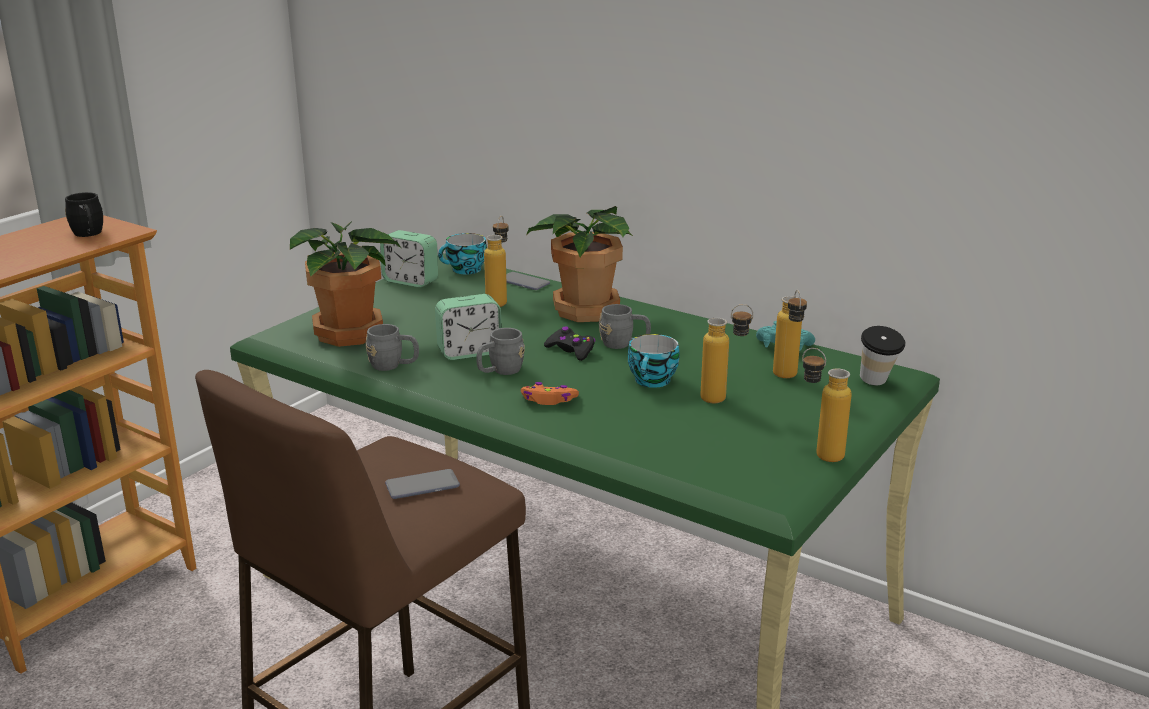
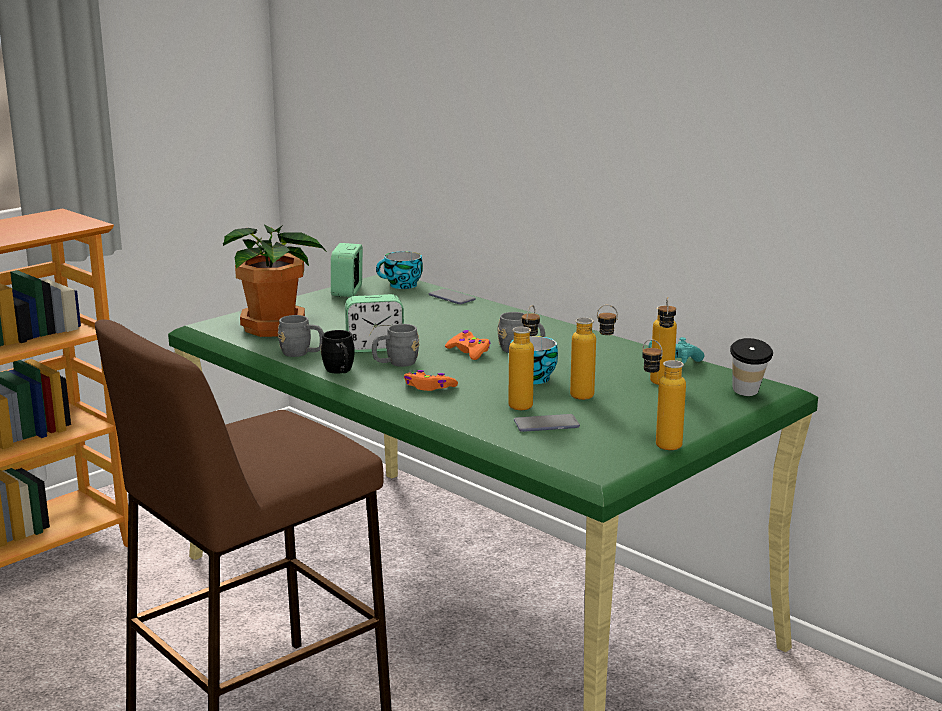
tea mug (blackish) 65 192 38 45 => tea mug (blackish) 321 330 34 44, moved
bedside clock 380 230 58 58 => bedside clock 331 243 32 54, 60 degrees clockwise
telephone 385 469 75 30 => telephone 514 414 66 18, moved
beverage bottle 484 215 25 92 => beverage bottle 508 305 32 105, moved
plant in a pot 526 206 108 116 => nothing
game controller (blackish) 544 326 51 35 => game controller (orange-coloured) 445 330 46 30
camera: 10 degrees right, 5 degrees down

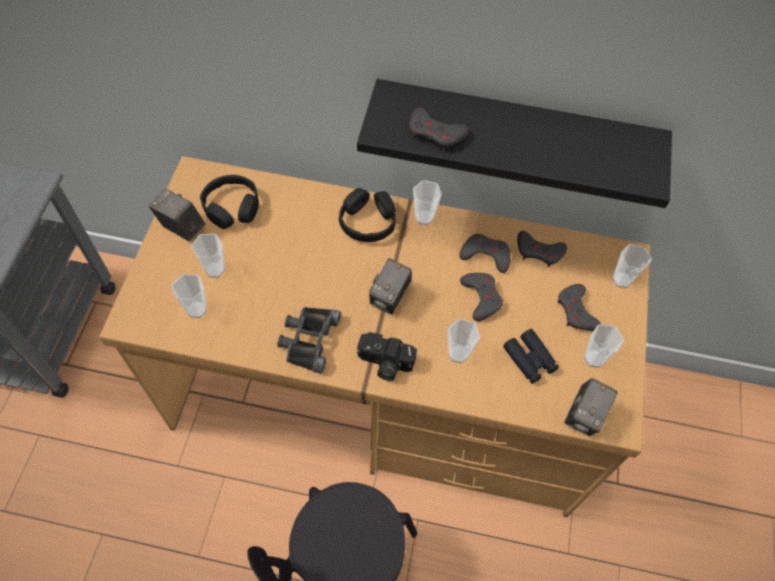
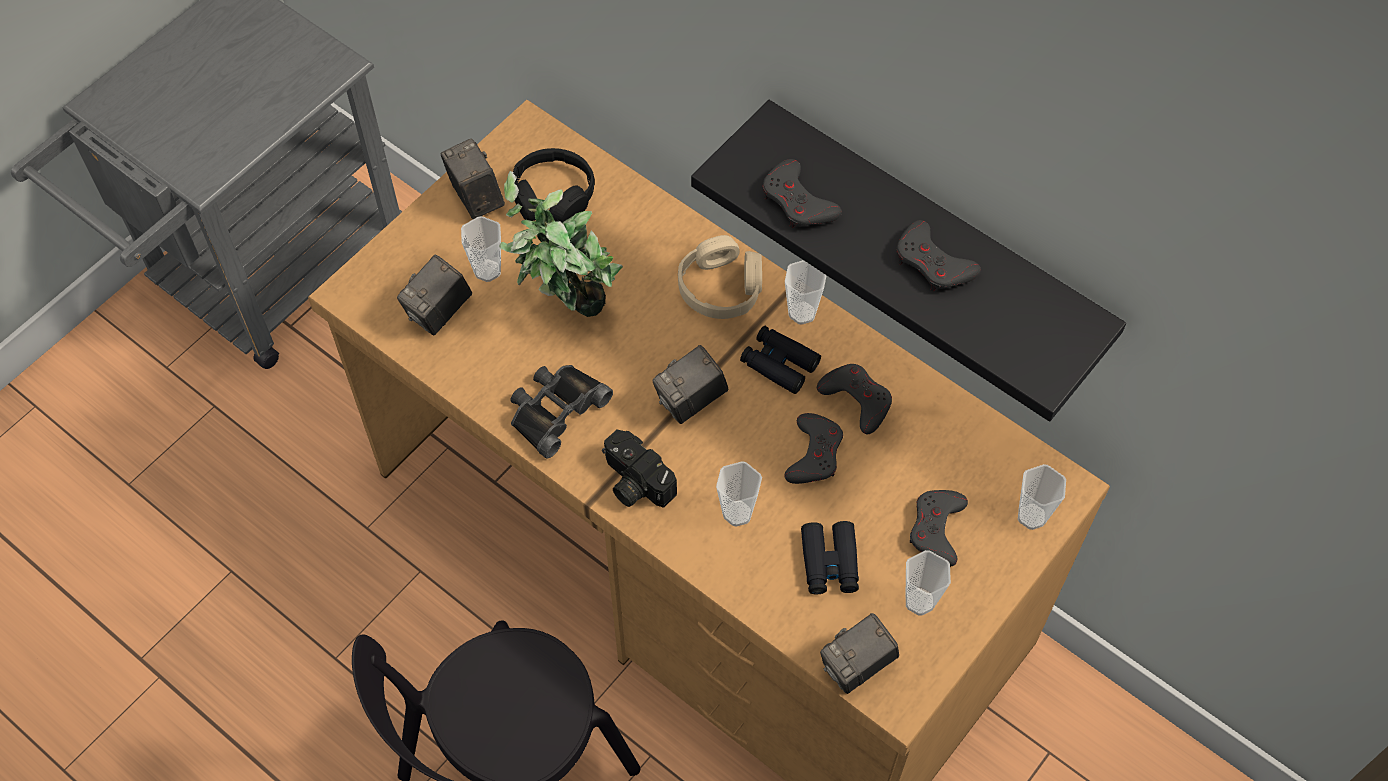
cup 171 274 36 44 => photo camera 397 255 75 80
headset (blackish) 339 188 57 54 => headset (sand-coloured) 678 235 84 84
game controller (grey) 517 231 50 36 => game controller (grey) 897 220 84 71, moved
nothing => plant in a pot 499 171 124 146
nothing => field glasses (blackish) 740 326 81 68
camera: 30 degrees right, 0 degrees up

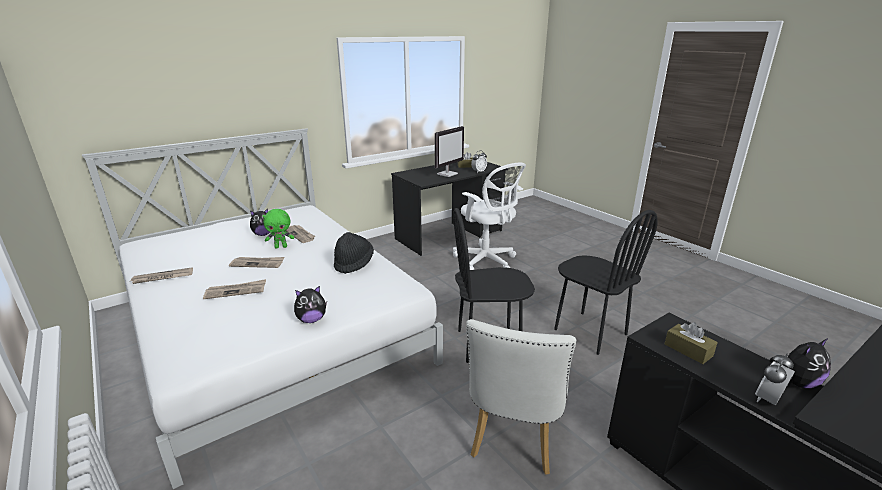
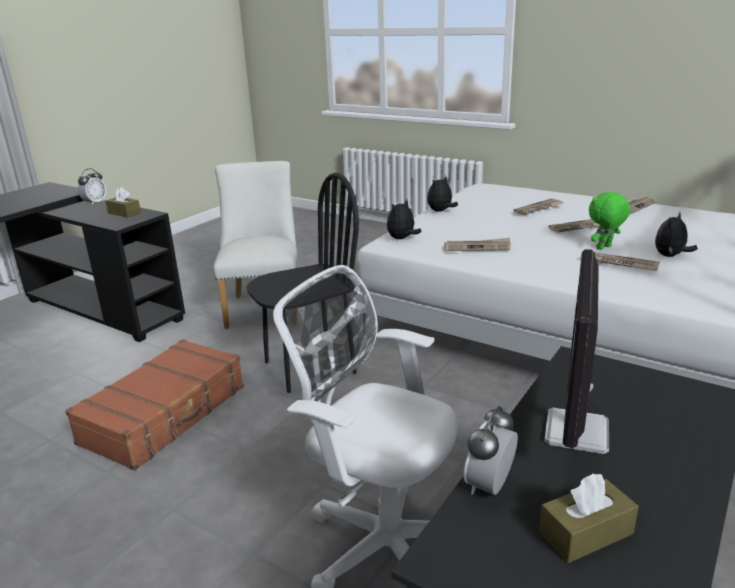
hat (blackish) 334 232 40 42 => printed paper 444 238 67 13
chair (blackish) 554 210 104 145 => piece of luggage (brownish) 65 339 179 131
plush toy 769 338 62 50 => plush toy 387 199 35 40, moved
camera: 160 degrees right, 0 degrees up

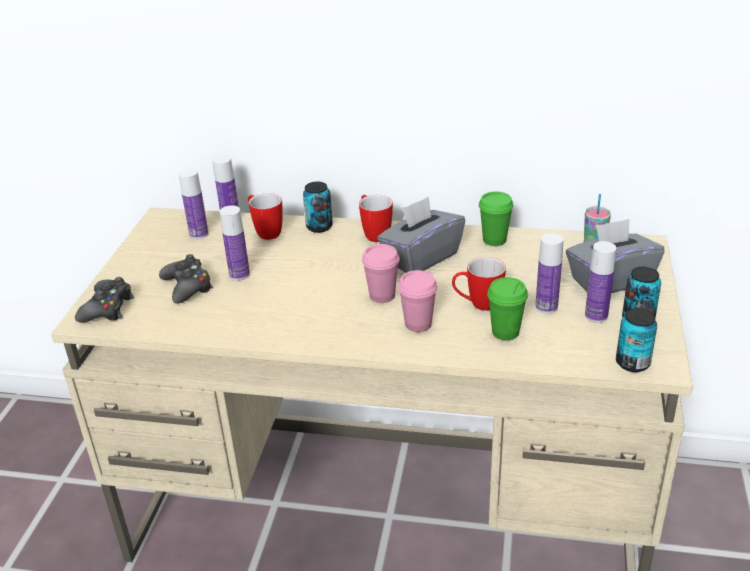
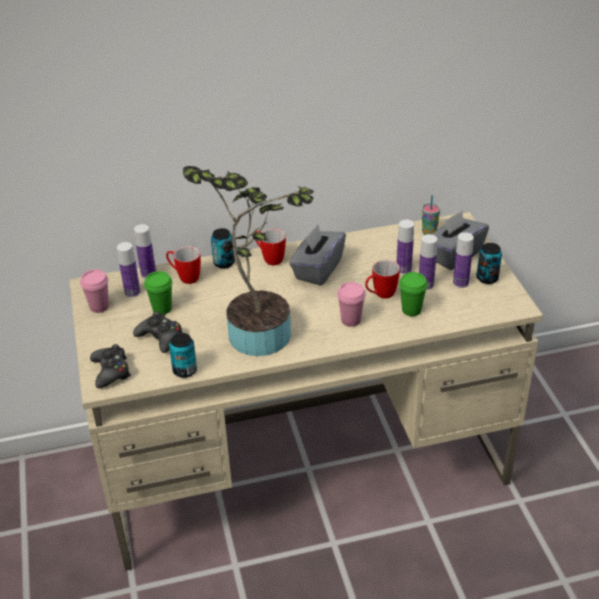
beverage bottle 220 205 30 76 => beverage bottle 397 220 17 54, moved
cup (pink) 362 244 38 59 => cup (pink) 80 269 29 44, moved
cup (green-coloured) 479 192 35 54 => cup (green-coloured) 144 271 29 44, moved
sealed can 616 308 41 64 => sealed can 169 333 28 45, moved
nothing => plant in a pot 183 166 131 190
camera: 25 degrees left, 5 degrees up

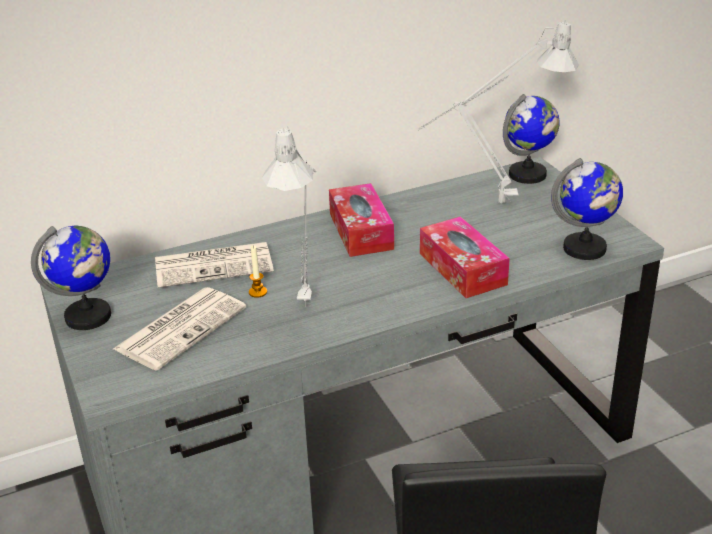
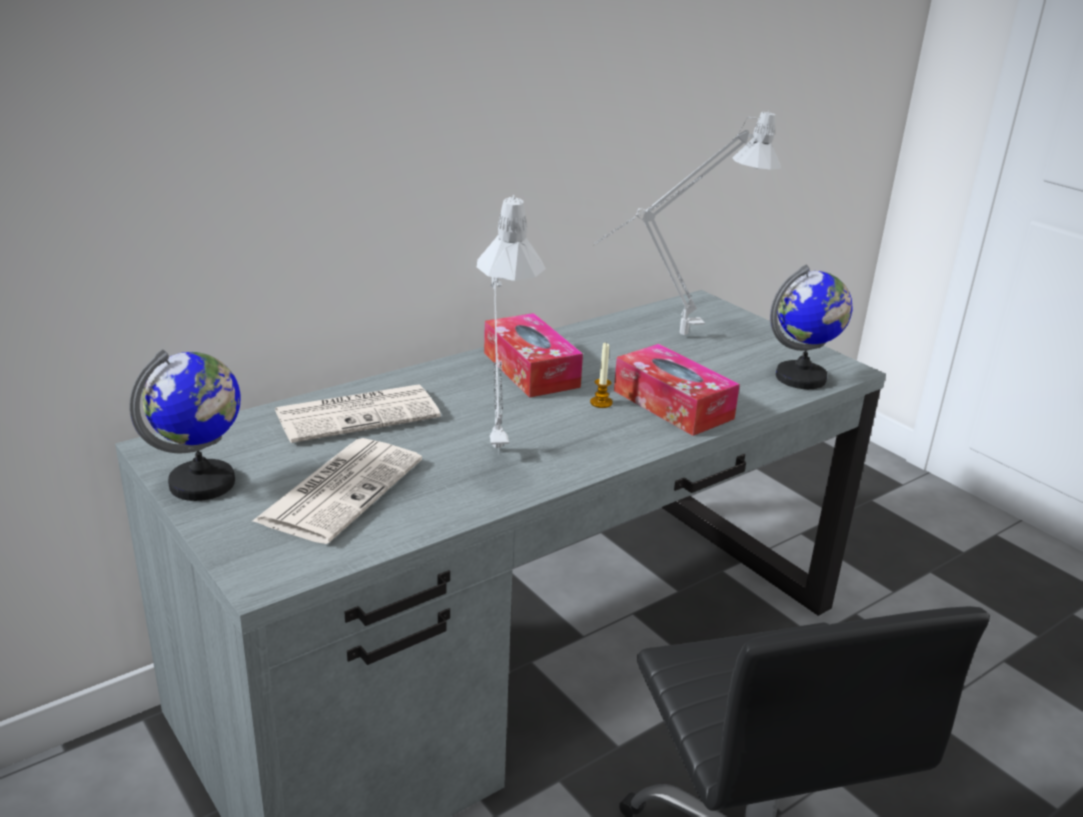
wax light 249 245 18 53 => wax light 590 342 23 66, moved
globe 503 94 57 90 => nothing
camera: 15 degrees left, 5 degrees down

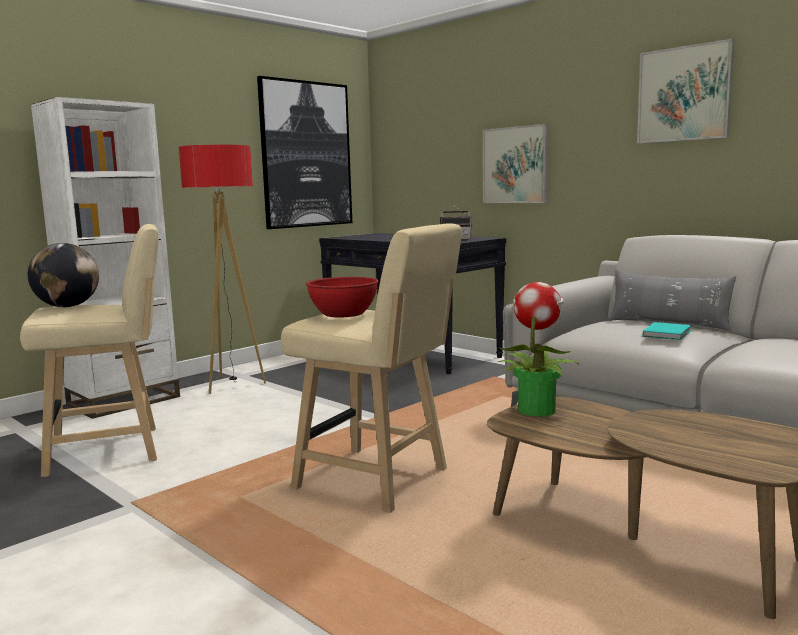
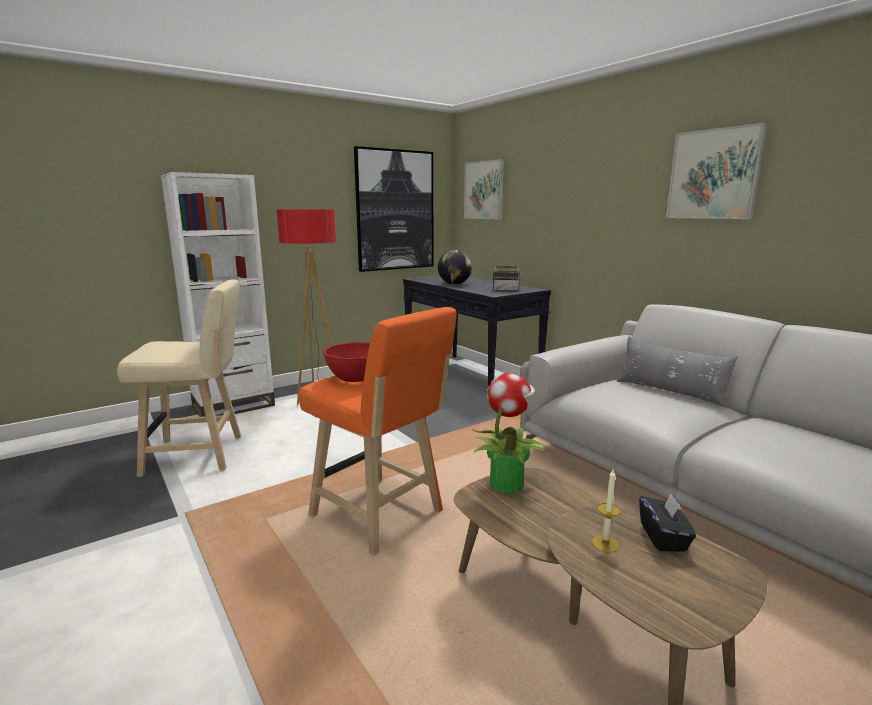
globe 28 243 71 64 => globe 438 250 34 35, moved
stool seat (sand-coloured) 281 223 181 290 => stool seat (orange-coloured) 299 307 158 249
wall art 483 124 65 79 => wall art 464 159 40 60, moved
volume (turquoise) 643 322 48 18 => nothing
nothing => wax light 592 470 29 83
nothing => box of tissues (blackish) 639 493 57 59
camera: 10 degrees right, 5 degrees up

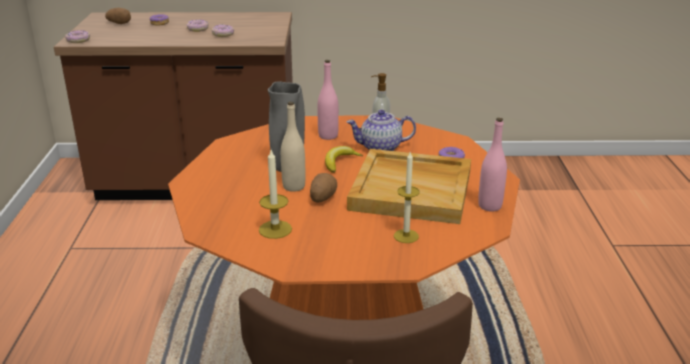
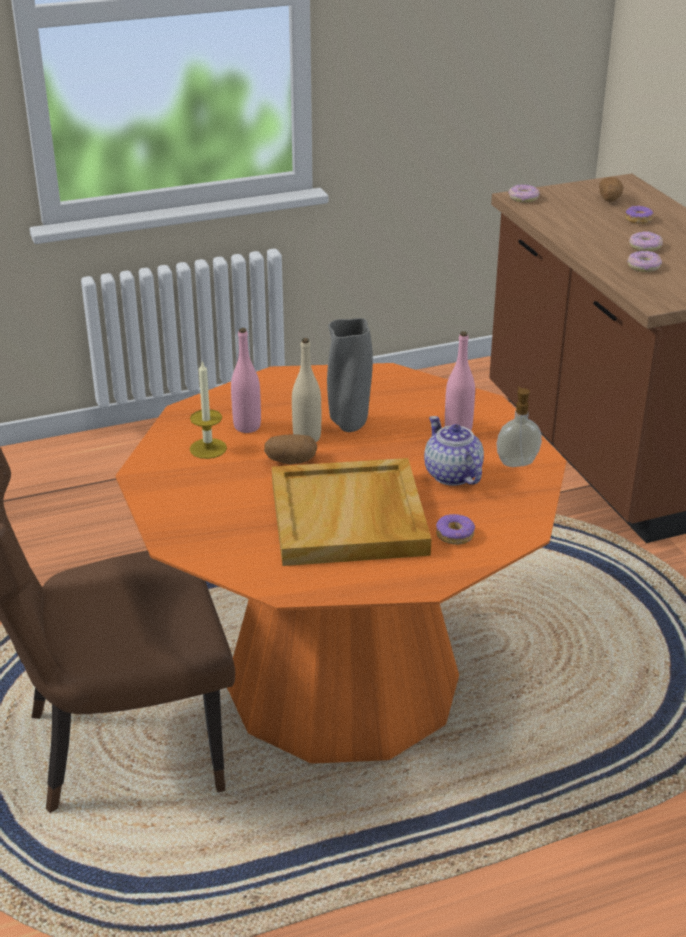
banana fruit 325 146 38 27 => nothing
wax light 394 152 25 91 => nothing
beverage bottle (pink) 478 118 29 93 => beverage bottle (pink) 231 328 30 105, moved
camera: 70 degrees right, 5 degrees up

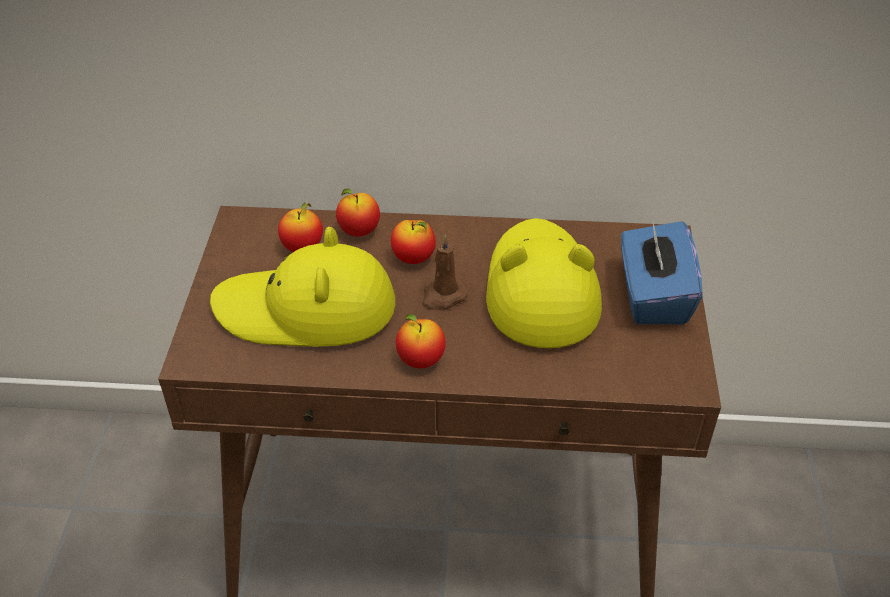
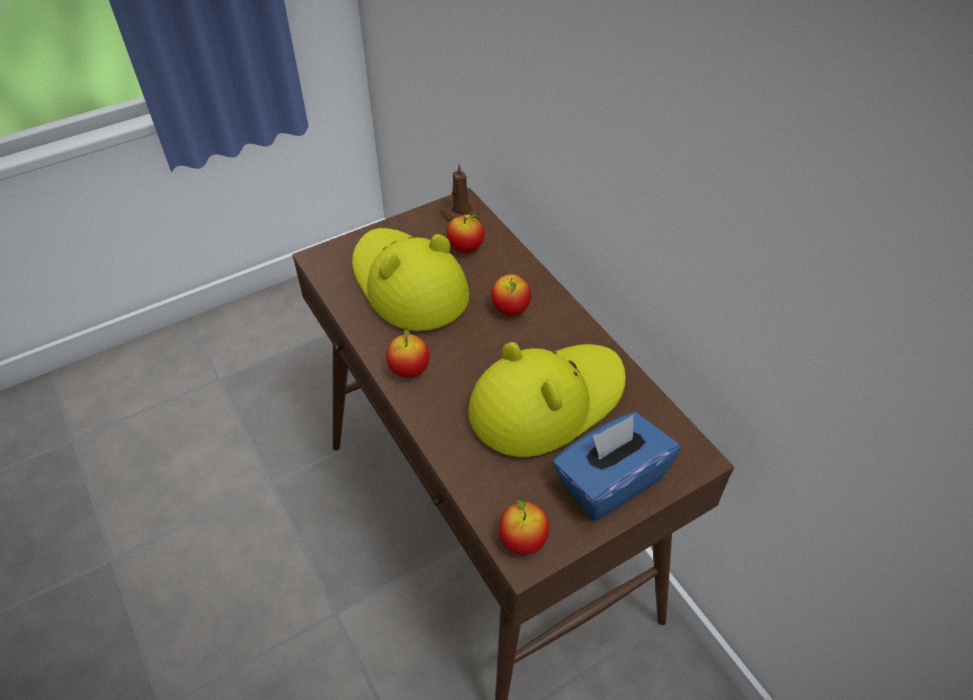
whole apple 336 188 44 49 => whole apple 499 498 50 56, moved
wax light (brownish) 422 234 46 76 => wax light (brownish) 441 163 38 59, moved
camera: 55 degrees right, 5 degrees up

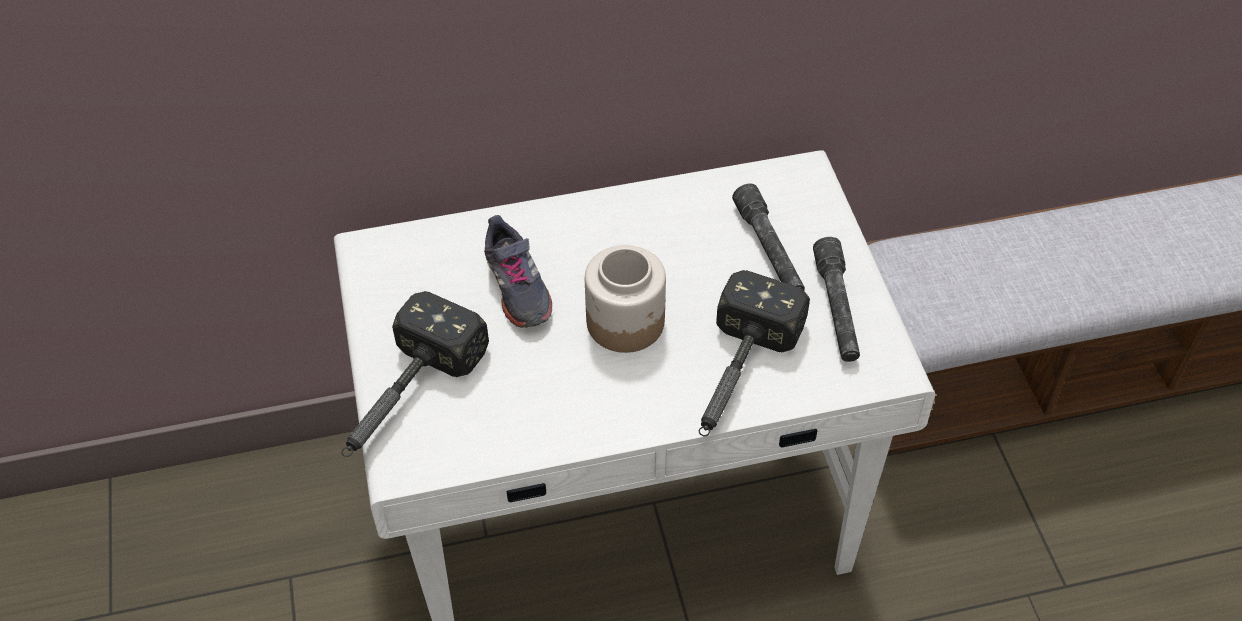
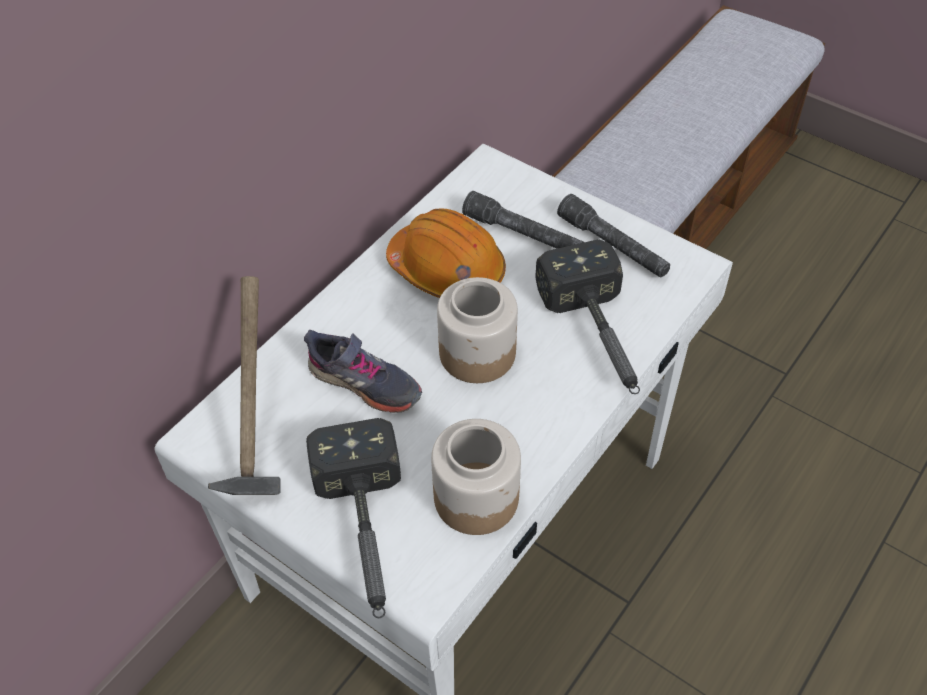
nothing => hammer 208 276 73 219
nothing => work helmet (orange-coloured) 386 208 120 90
nothing => preserve jar 431 419 90 116
camera: 40 degrees left, 0 degrees up

